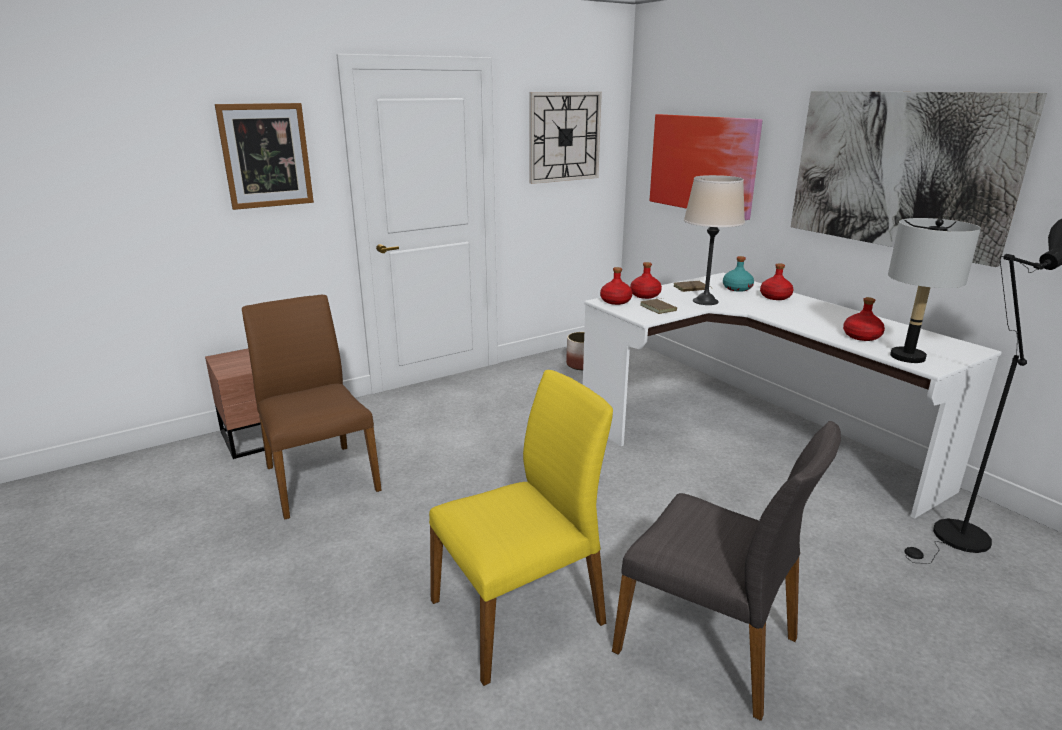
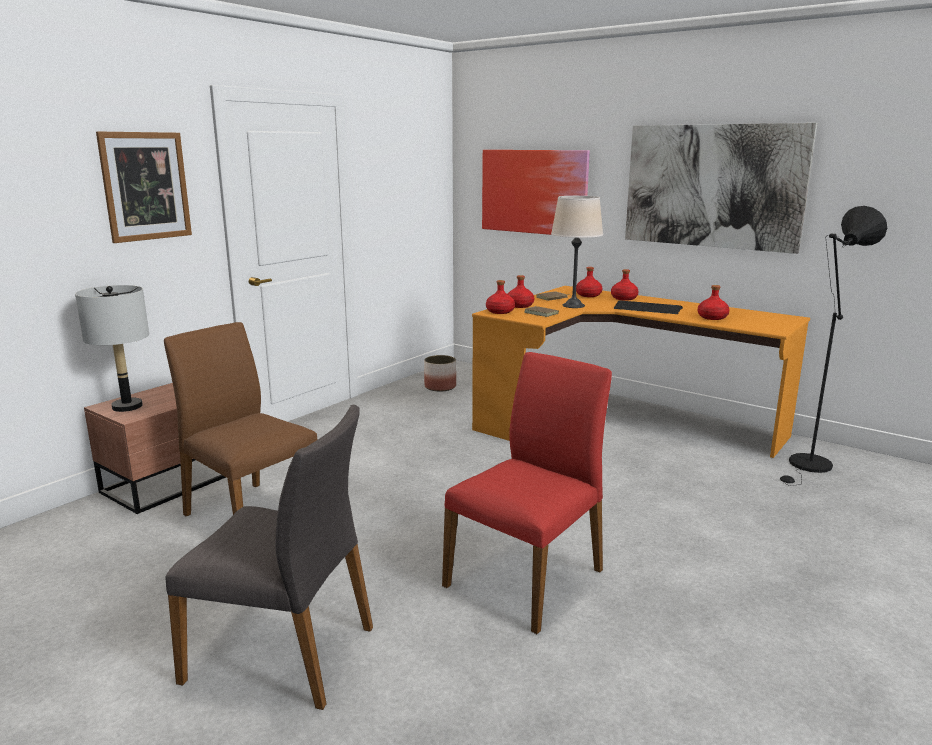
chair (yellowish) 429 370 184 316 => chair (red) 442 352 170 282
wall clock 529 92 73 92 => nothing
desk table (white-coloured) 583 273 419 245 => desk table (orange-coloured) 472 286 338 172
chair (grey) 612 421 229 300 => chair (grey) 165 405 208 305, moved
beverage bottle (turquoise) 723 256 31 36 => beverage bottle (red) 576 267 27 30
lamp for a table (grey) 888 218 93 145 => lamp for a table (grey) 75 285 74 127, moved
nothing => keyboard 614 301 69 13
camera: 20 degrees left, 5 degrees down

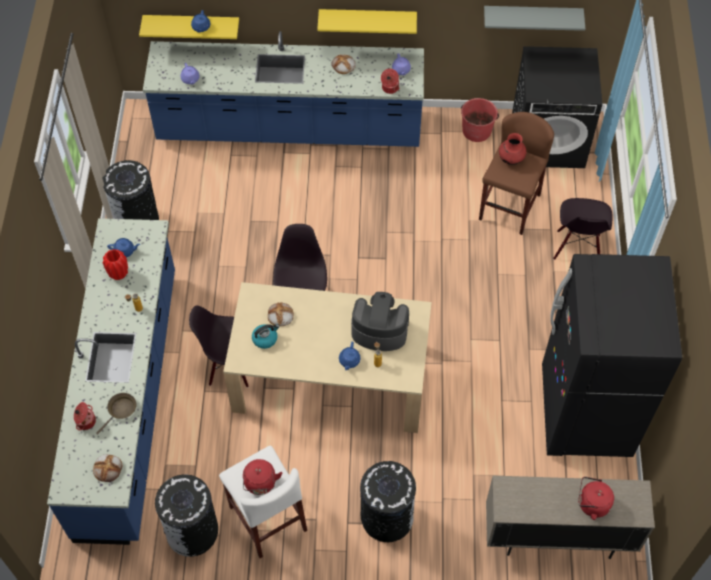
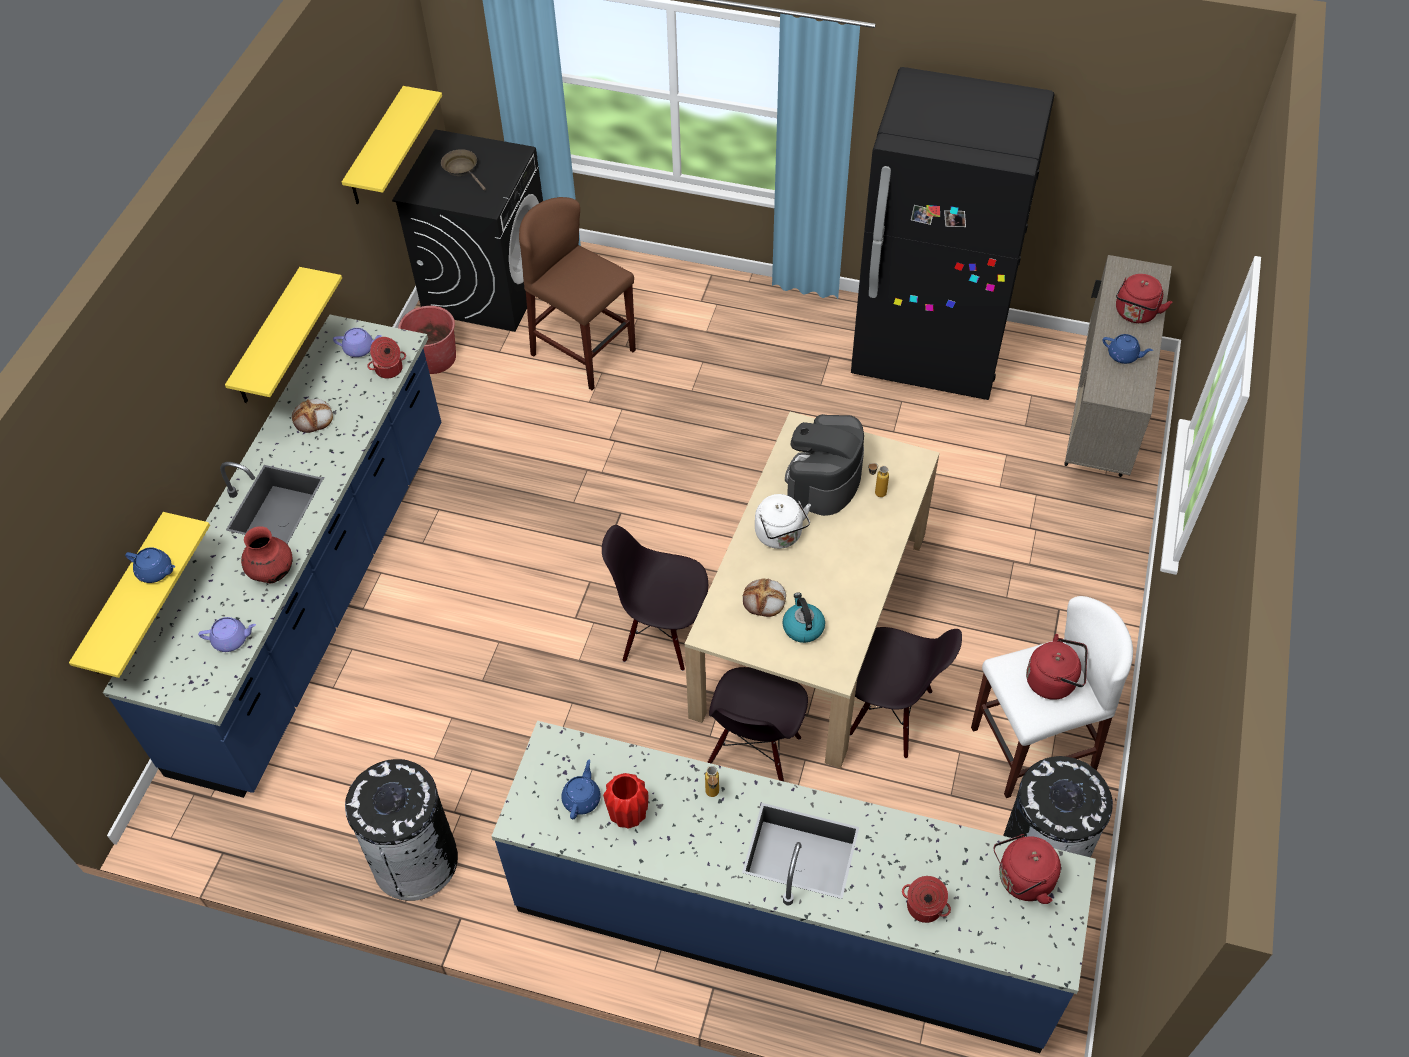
bakery bread 93 454 29 28 => kettle (red) 994 834 67 70
frying pan (brownish) 96 393 40 42 => frying pan (brownish) 441 149 45 42, moved
teapot (blue) 339 342 21 28 => teapot (blue) 1103 334 50 30, moved
waste bin (blackish) 360 461 56 81 => nothing
wall shelf (grey) 484 6 101 25 => wall shelf (yellowish) 342 86 100 118
vase (red) 499 133 27 32 => vase (red) 241 526 51 58, moved
chair (blackish) 553 198 60 62 => chair (blackish) 850 627 112 131, moved
nothing => kettle (white-coloured) 755 494 56 55
camera: 75 degrees left, 5 degrees down

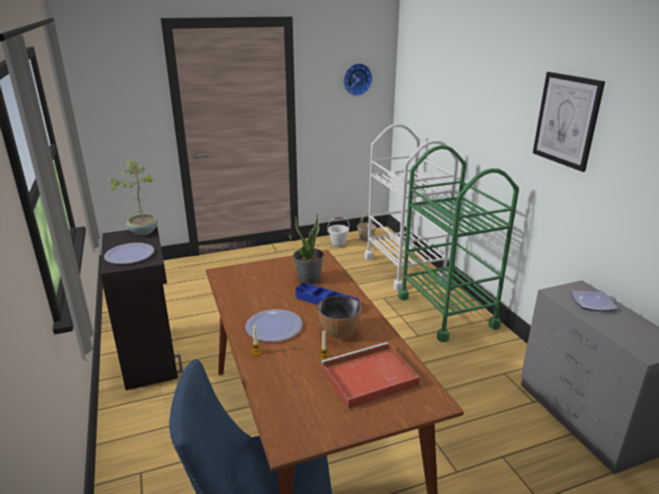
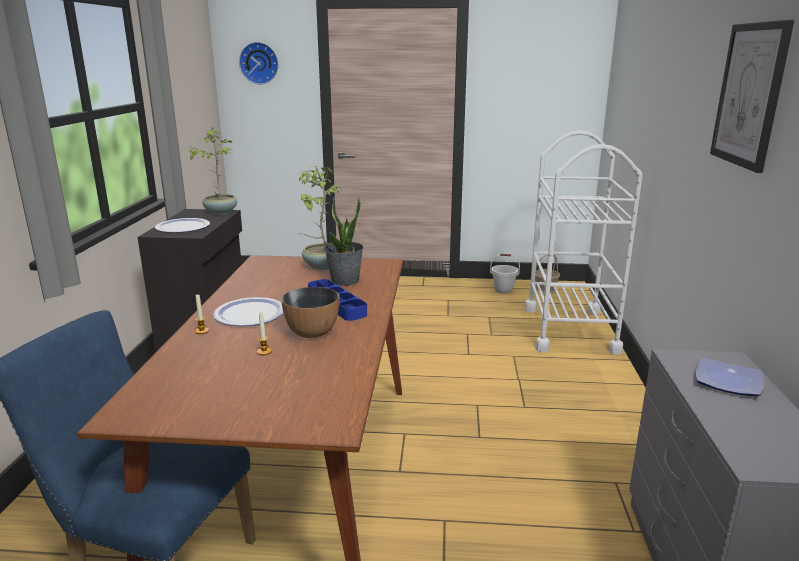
carrying tray (red) 321 342 99 67 => nothing
wall clock 343 63 30 33 => wall clock 239 42 40 42, moved
trolley (green-coloured) 398 145 121 197 => nothing
nothing => plant in a pot 299 166 43 104
camera: 25 degrees right, 5 degrees down

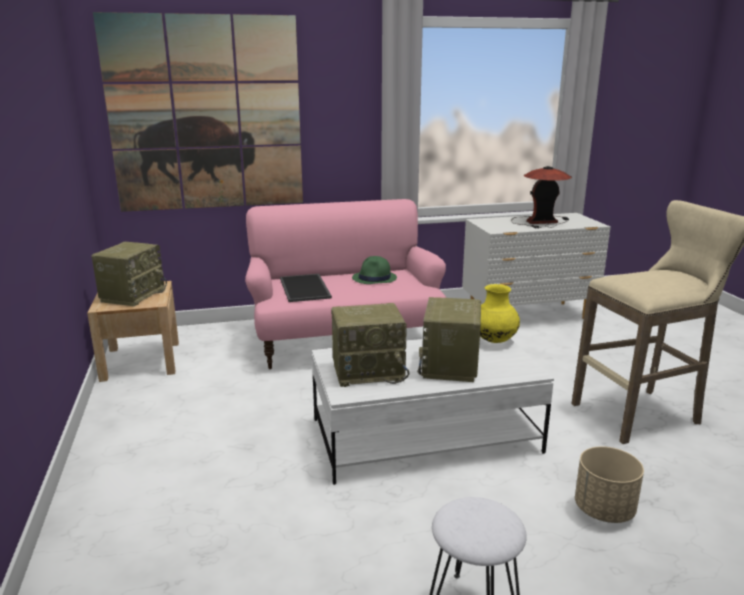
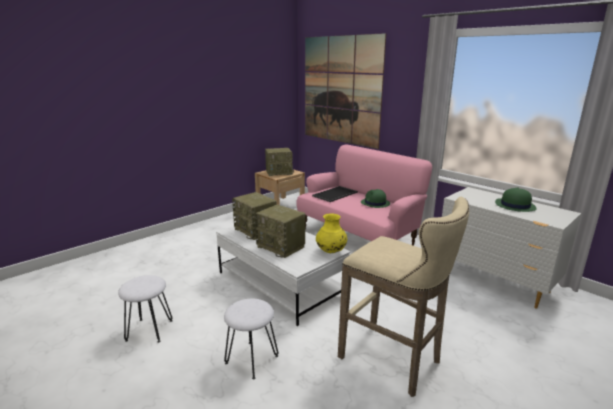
radio set 417 297 64 85 => radio set 255 204 50 54, 120 degrees counterclockwise
lamp for a table 511 166 61 62 => hat (green-coloured) 495 187 42 25
planter (sand-coloured) 575 446 69 77 => stool seat (white-coloured) 224 299 54 80
camera: 60 degrees right, 0 degrees up

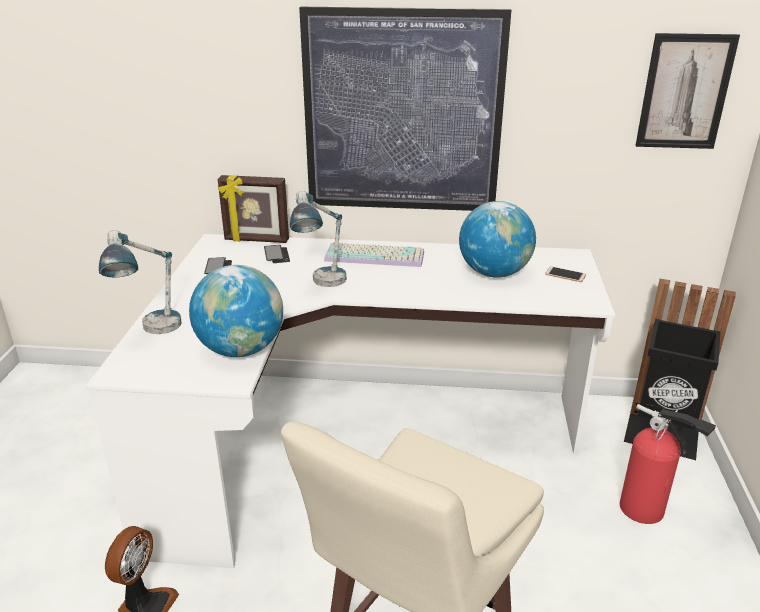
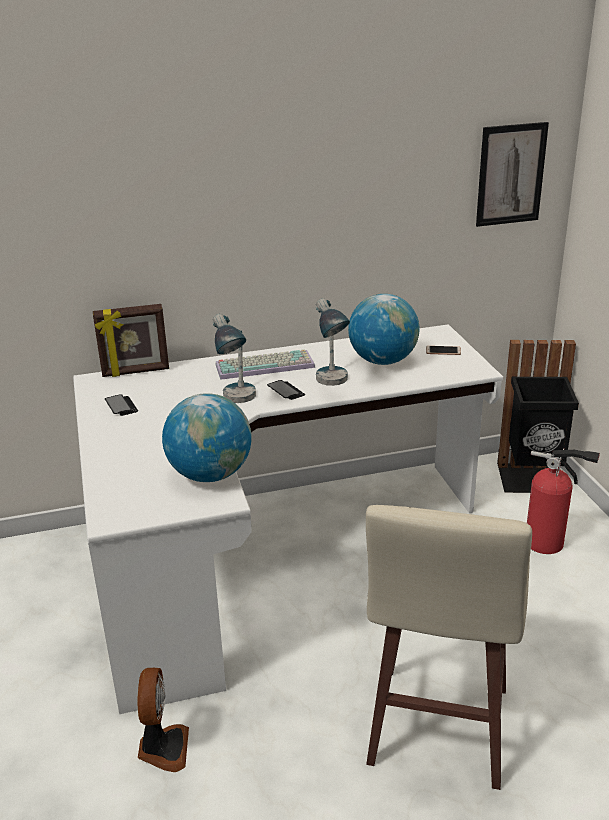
lamp for a table 99 230 83 104 => lamp for a table 316 298 34 88, moved
telephone 264 245 26 18 => telephone 267 380 38 20, moved
wall art 299 7 212 204 => nothing
camera: 20 degrees left, 0 degrees up

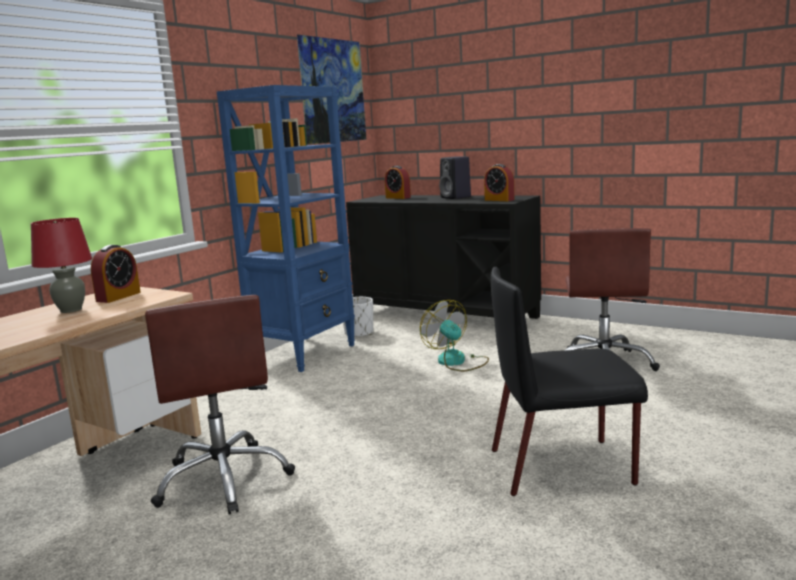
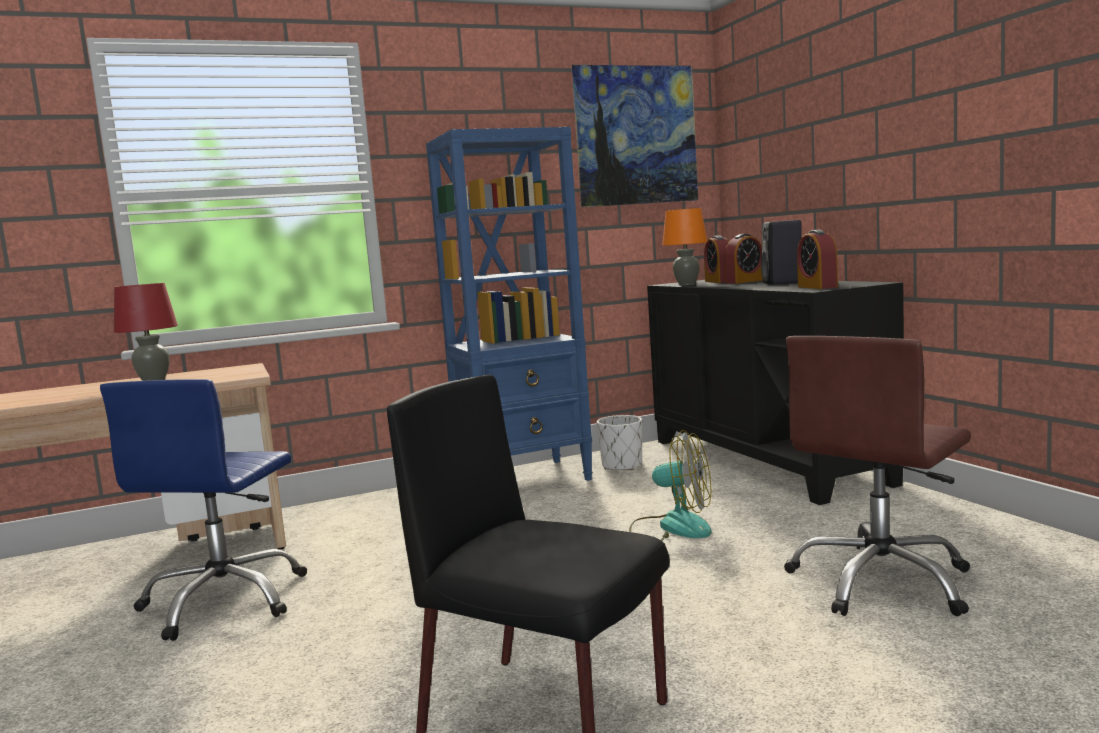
bedside clock 91 245 50 58 => bedside clock 725 234 38 50, moved
computer chair (brownish) 145 295 150 220 => computer chair (blue) 100 379 207 262
cooling fan 420 300 69 71 => cooling fan 629 430 82 111, 105 degrees clockwise
nothing => lamp for a table (orange-coloured) 662 208 46 78
camera: 35 degrees right, 5 degrees down

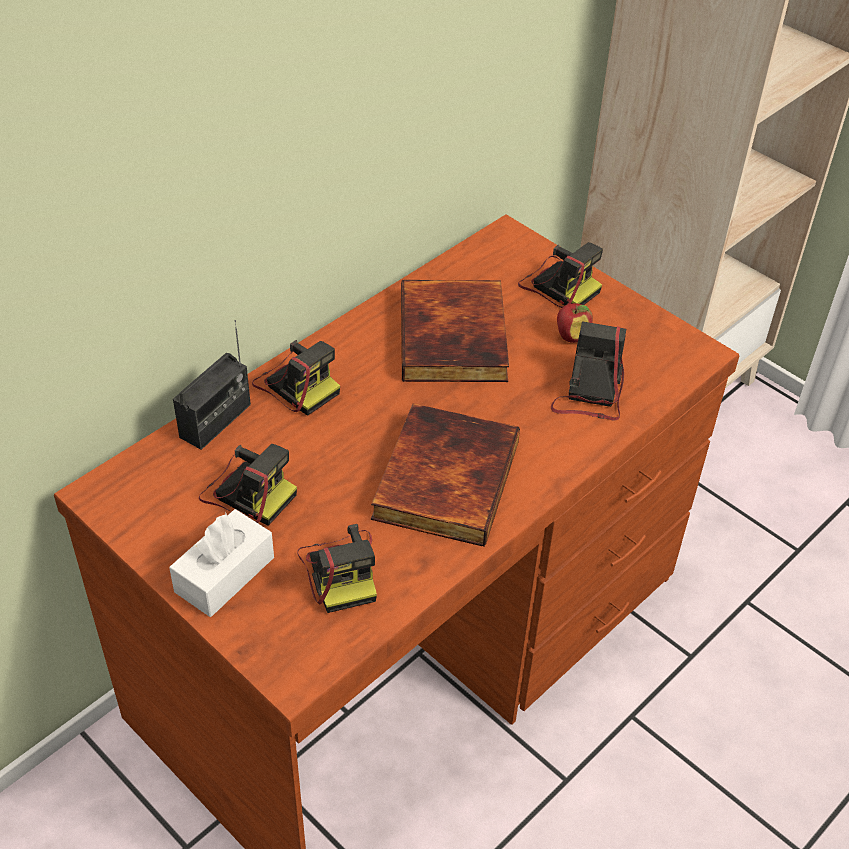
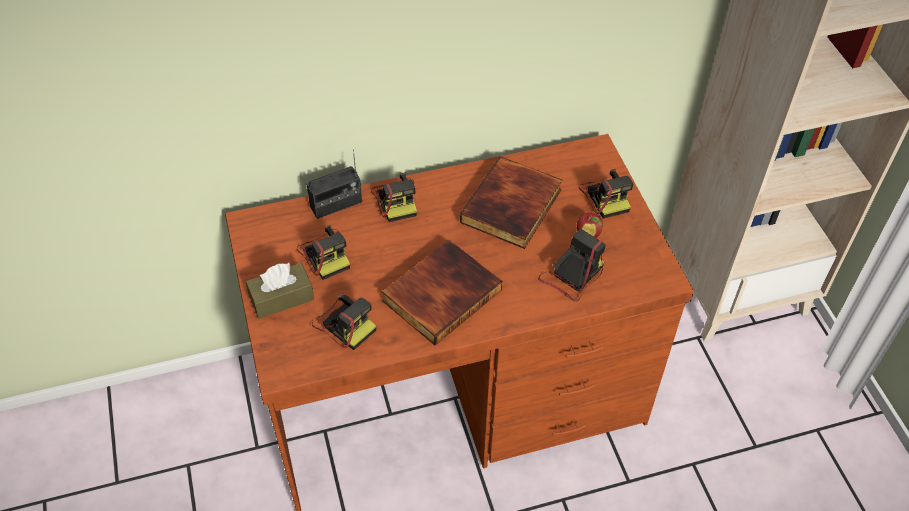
box of tissues (white-coloured) 169 509 105 108 => box of tissues (brownish) 246 263 68 56
photo camera 297 524 80 89 => photo camera 312 293 64 57, 60 degrees counterclockwise
camera: 30 degrees right, 5 degrees up

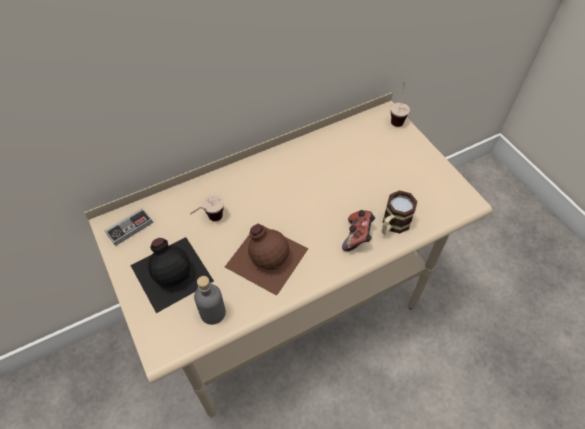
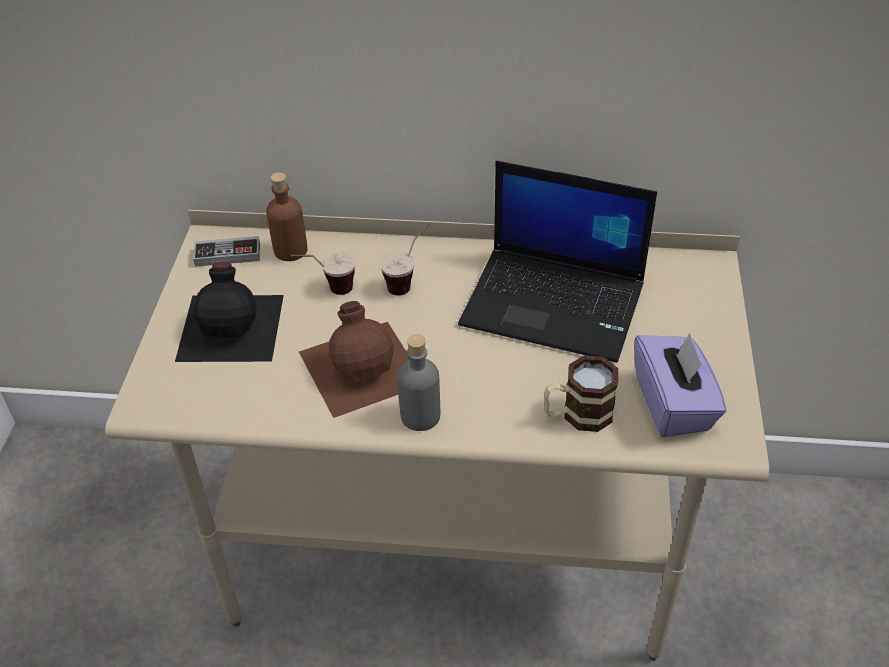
beverage bottle (grey) 194 276 32 49 => beverage bottle (grey) 397 334 43 97, moved
game controller 342 210 33 41 => nothing
cup 391 82 19 45 => cup 380 224 49 72, moved
nothing => beverage bottle (brownish) 266 172 41 89
nothing => laptop 458 161 199 202
nothing => box of tissues (purple-coloured) 634 333 93 104
camera: 35 degrees right, 10 degrees down

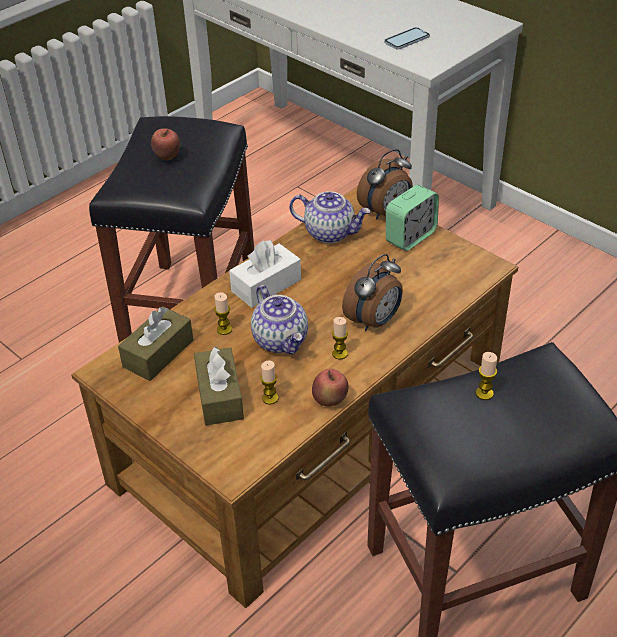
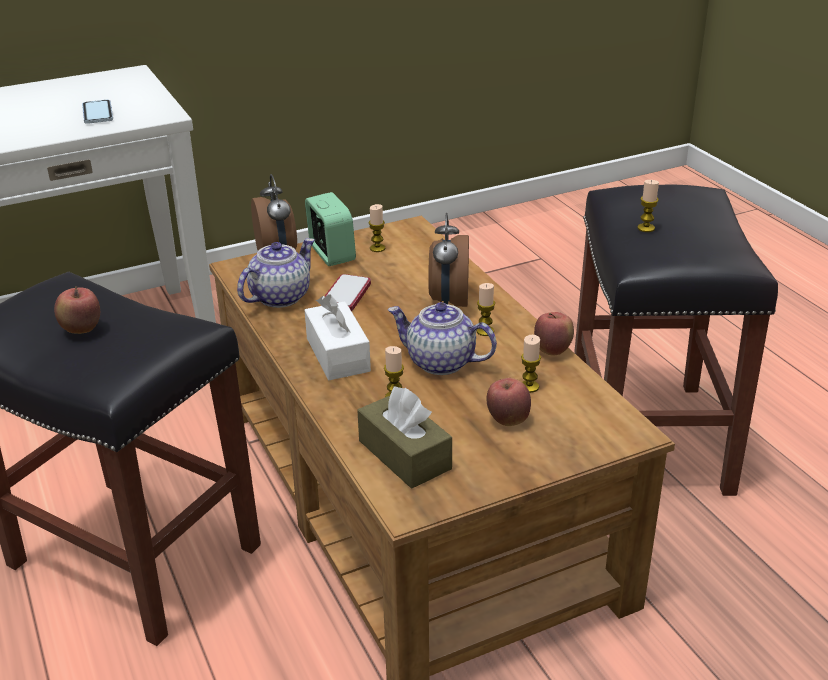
box of tissues (brownish) 194 347 50 78 => whole apple 487 378 44 48
teapot 251 285 57 70 => teapot 387 302 110 73, 150 degrees counterclockwise
bedside clock 342 254 61 77 => bedside clock 428 213 41 94, 150 degrees counterclockwise
nothing => telephone 324 274 47 37
nothing => wax light 369 204 16 48
camera: 70 degrees left, 10 degrees down

